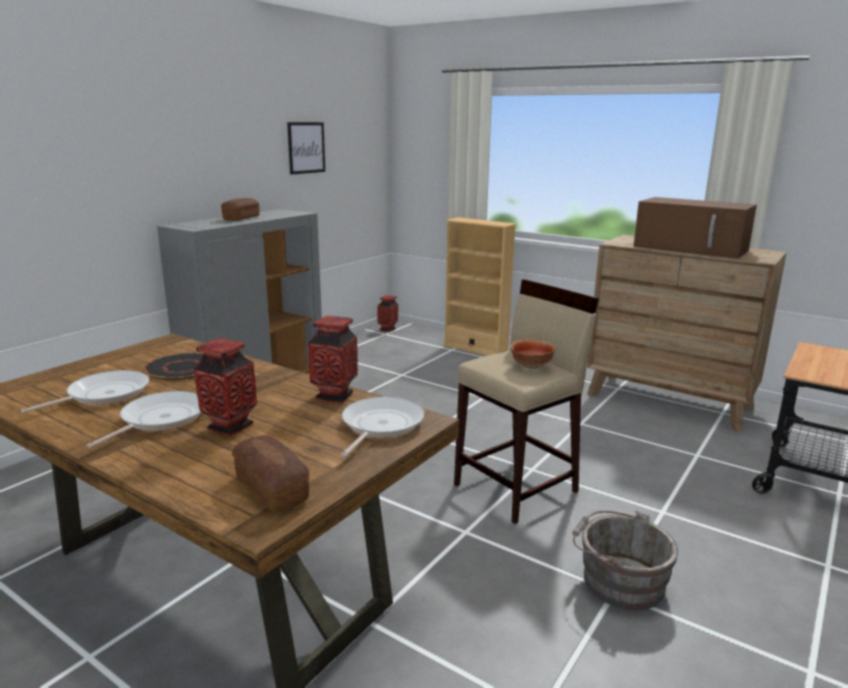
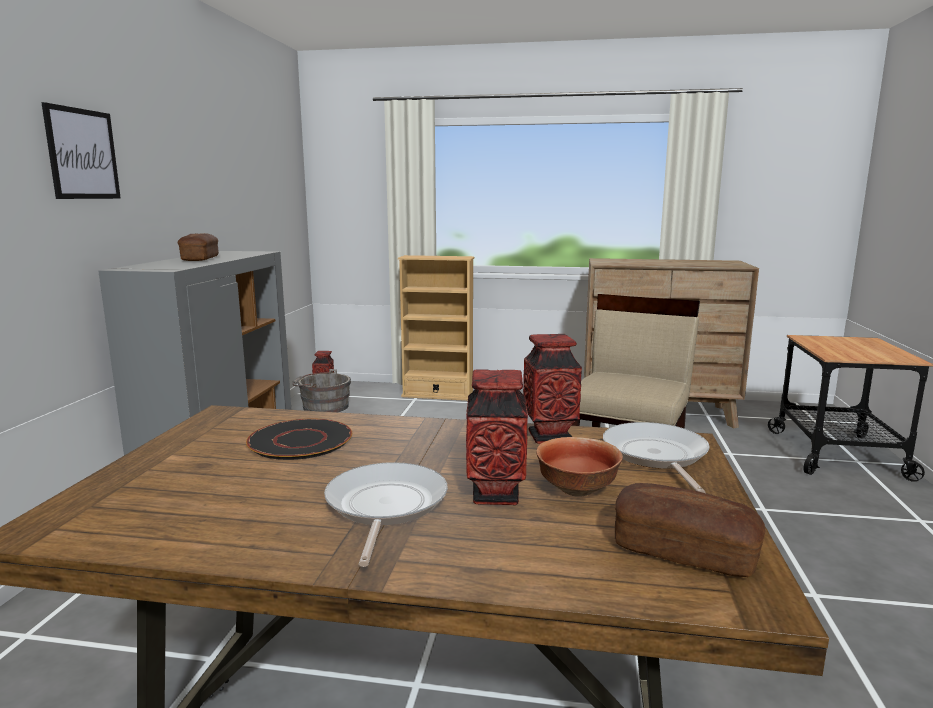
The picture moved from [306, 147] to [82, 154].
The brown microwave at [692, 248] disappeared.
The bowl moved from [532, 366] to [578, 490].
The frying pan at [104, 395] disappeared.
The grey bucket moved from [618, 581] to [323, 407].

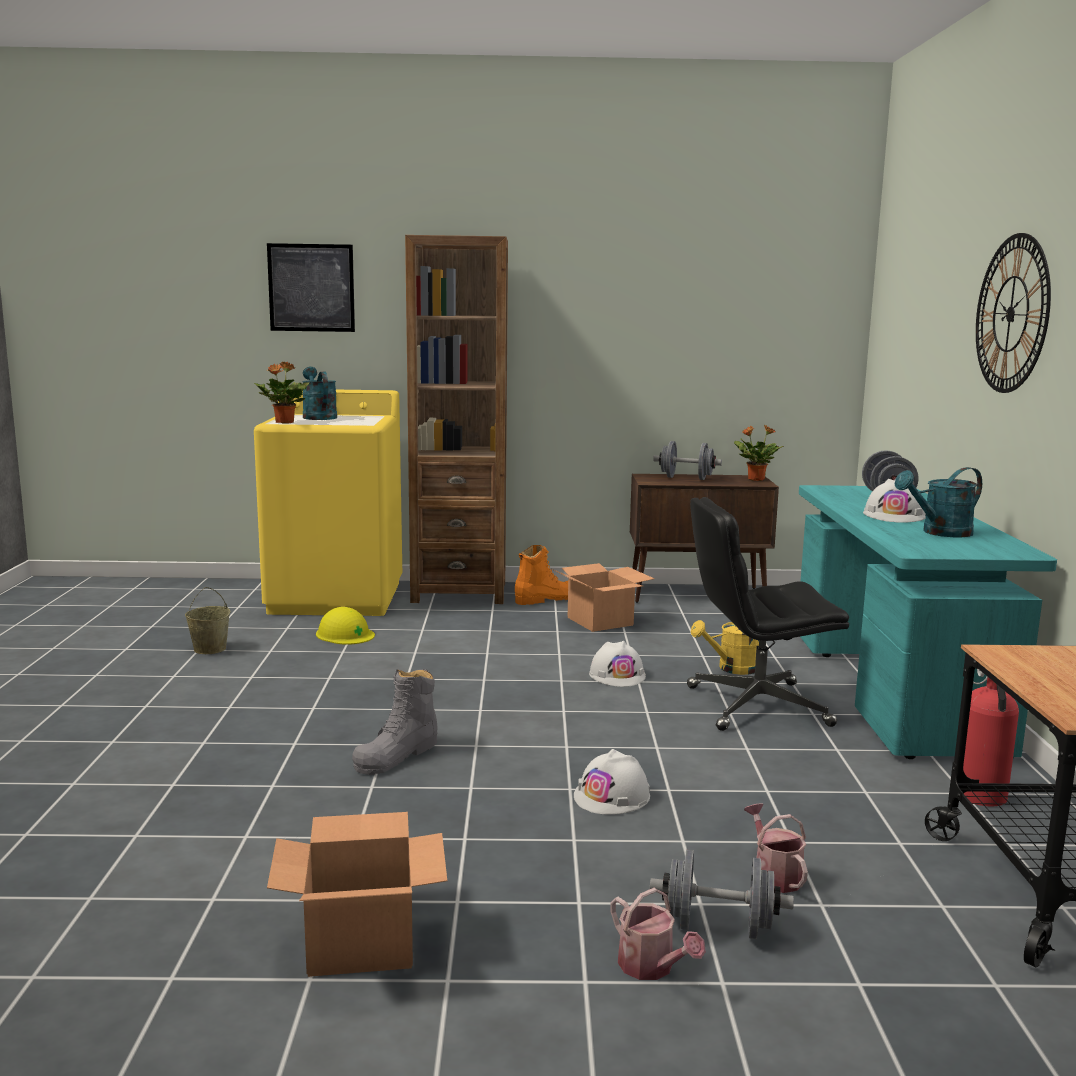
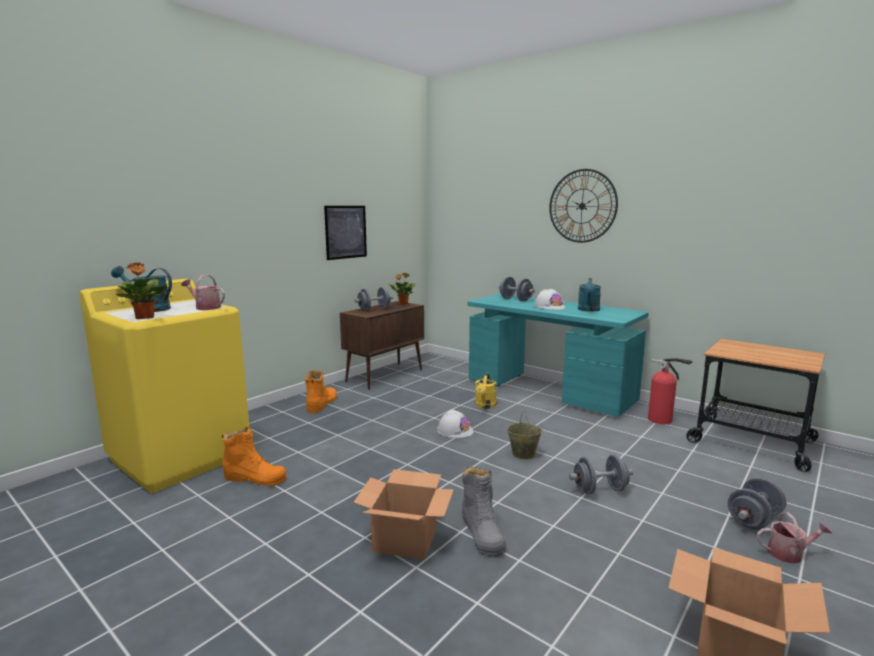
The brown bookcase at [459, 592] disappeared.
The picture moved from [311, 288] to [346, 232].
The black office chair at [756, 706] disappeared.
The cardboard box moved from [599, 621] to [404, 539].
The beige bucket moved from [209, 649] to [523, 454].
The yellow hard hat at [345, 634] was replaced by the orange boot at [255, 478].
The white hard hat at [612, 796] was replaced by the grey dumbbell at [599, 490].
The watering can moved from [774, 875] to [205, 307].

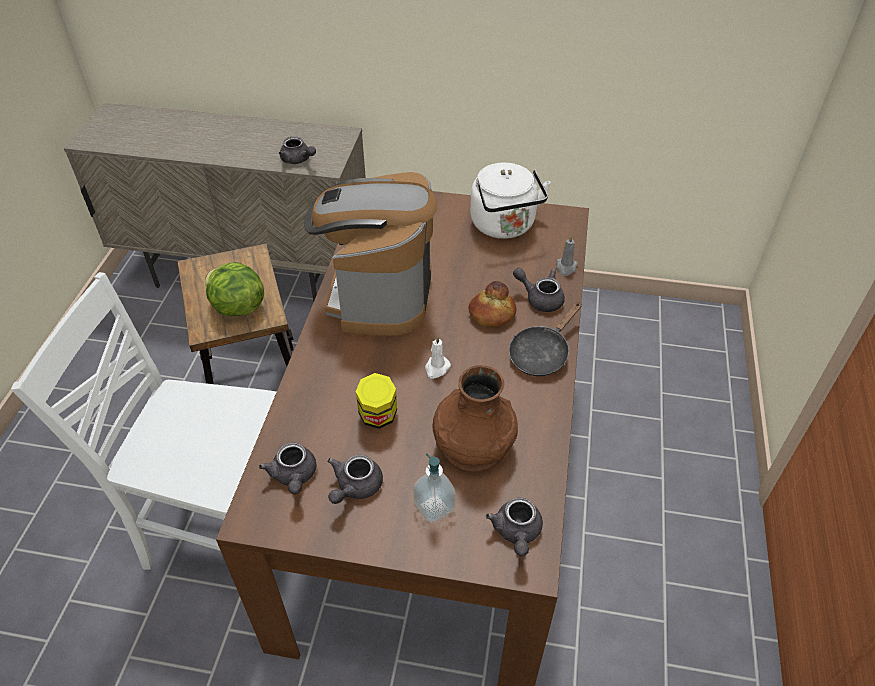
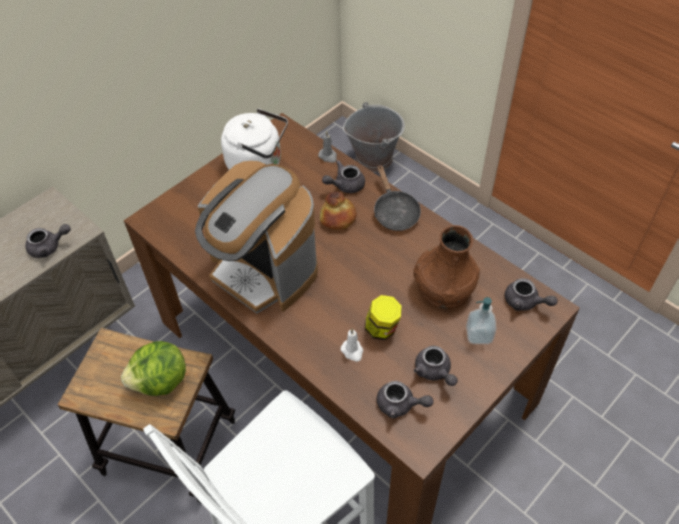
The white candle moved from [436, 368] to [352, 351].
The grey bucket at [374, 158] appeared.

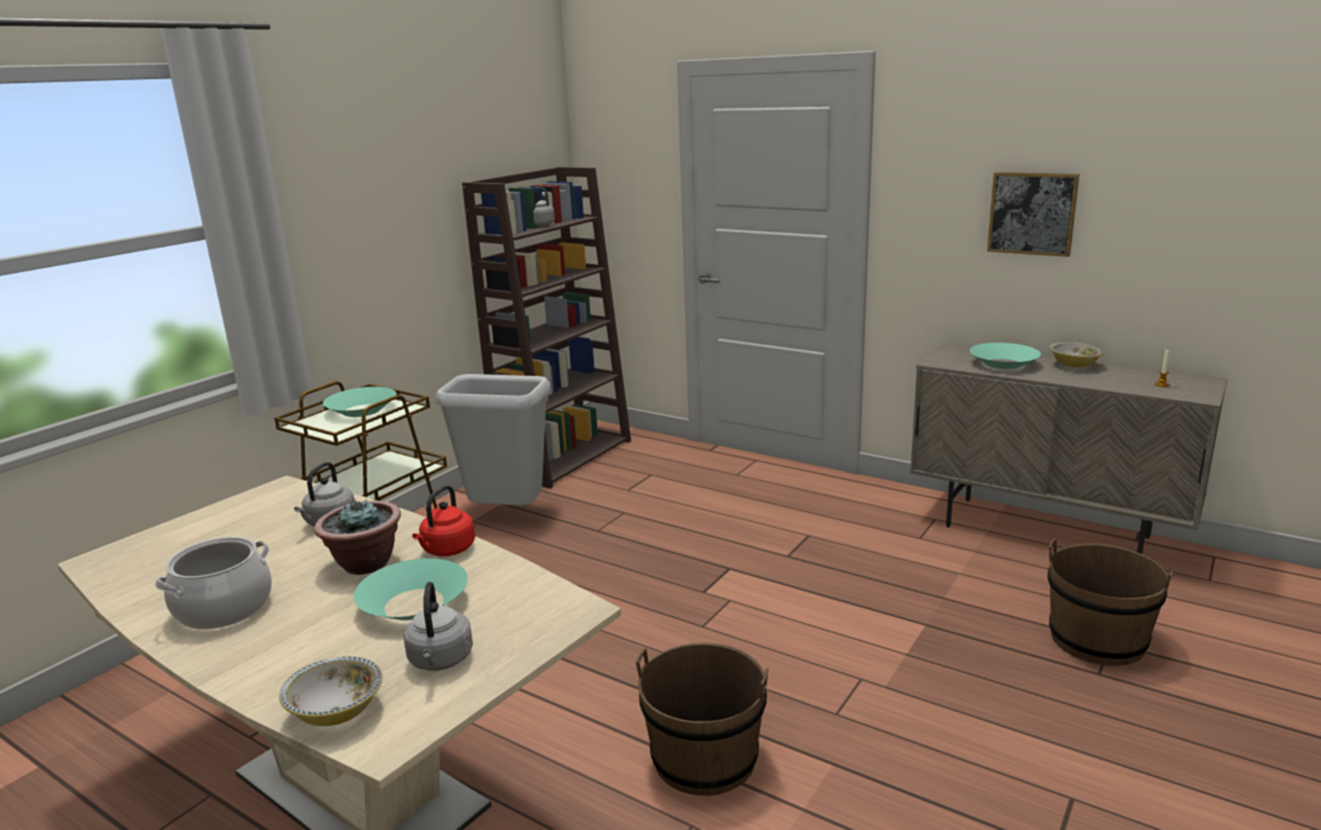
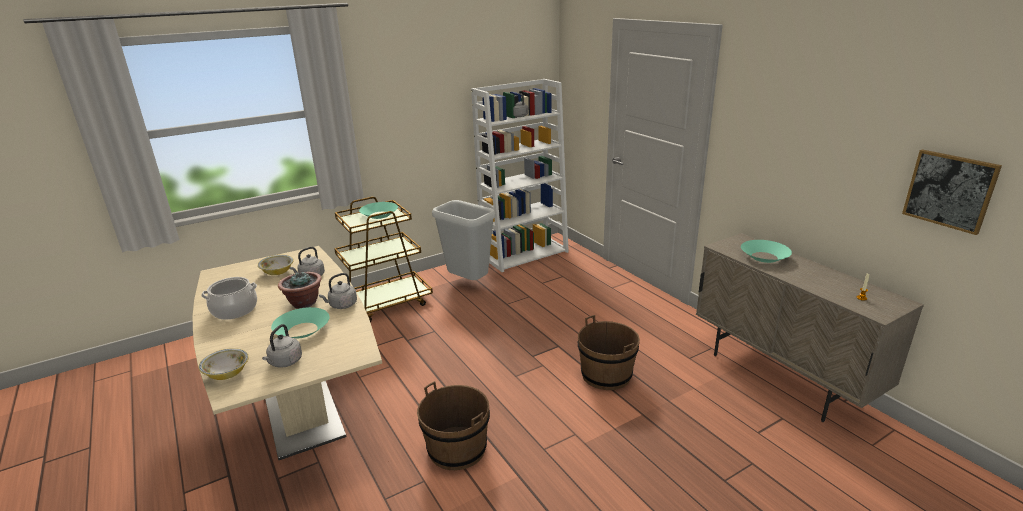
The brown bookcase at [565, 456] became the white bookcase at [525, 254].
The picture moved from [1032, 213] to [949, 190].
The bowl moved from [1074, 365] to [278, 272].
The red kettle at [447, 550] became the grey kettle at [342, 305].
The brown bucket moved from [1097, 640] to [606, 375].

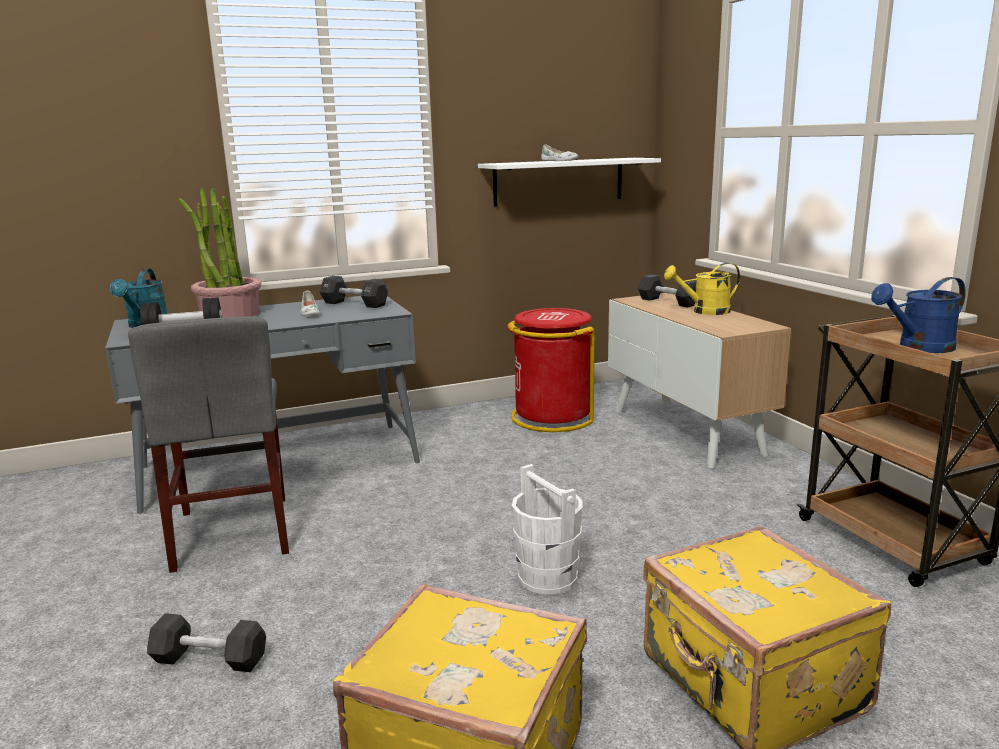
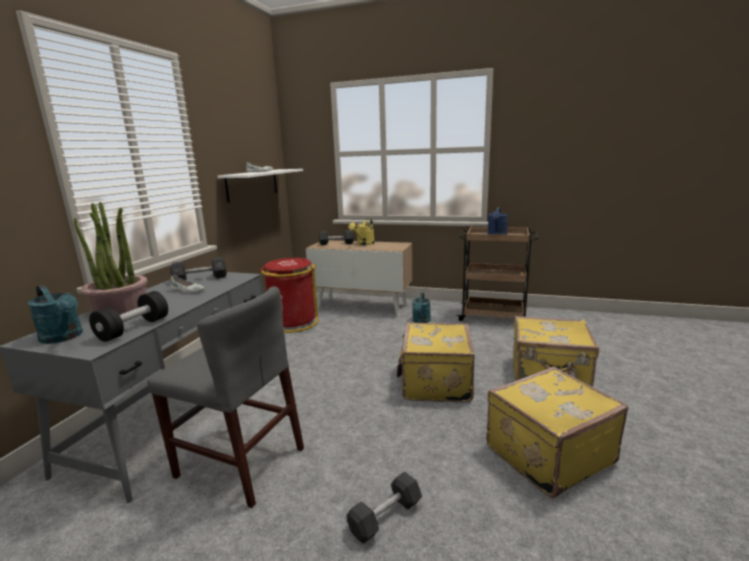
The white bucket at [548, 578] was replaced by the yellow suitcase at [435, 383].
The turquoise watering can at [421, 321] appeared.

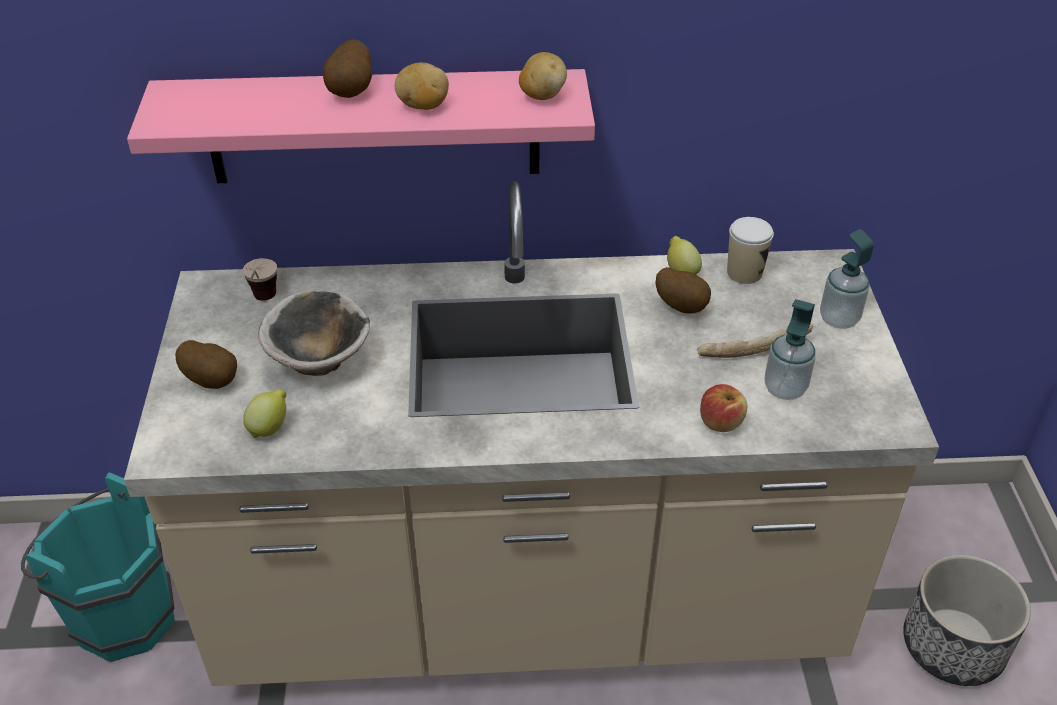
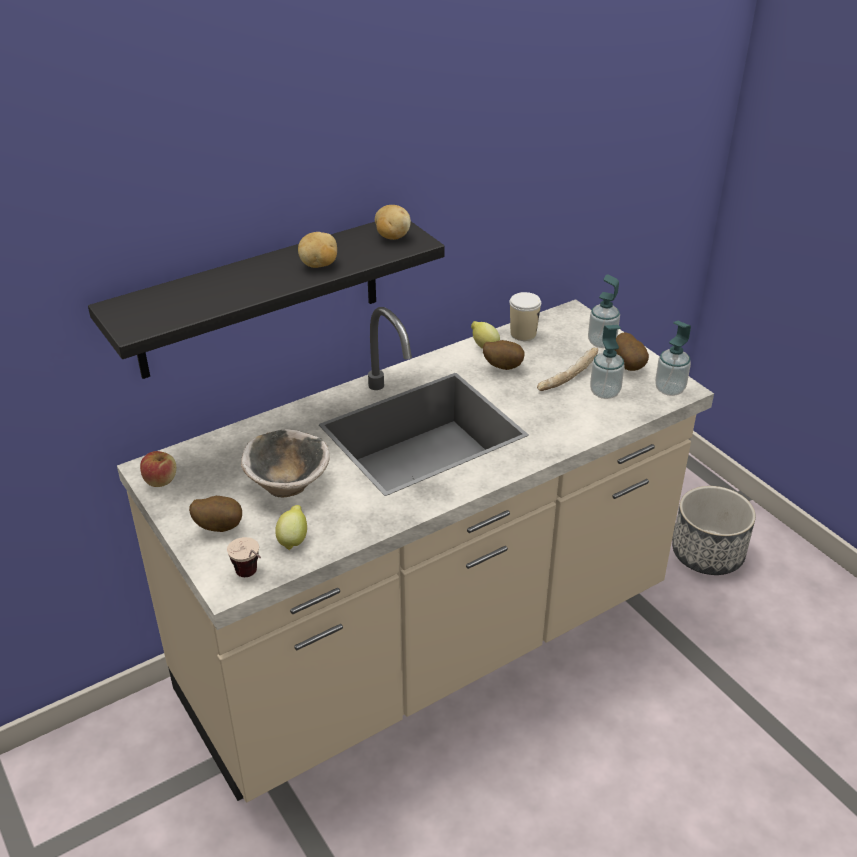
The potato moved from [352, 92] to [629, 366].
The pink shelf at [374, 127] became the black shelf at [259, 297].
The cup moved from [263, 303] to [252, 578].
The apple moved from [721, 422] to [160, 480].
The turquoise bucket at [119, 615] disappeared.
The soap dispenser at [669, 389] appeared.

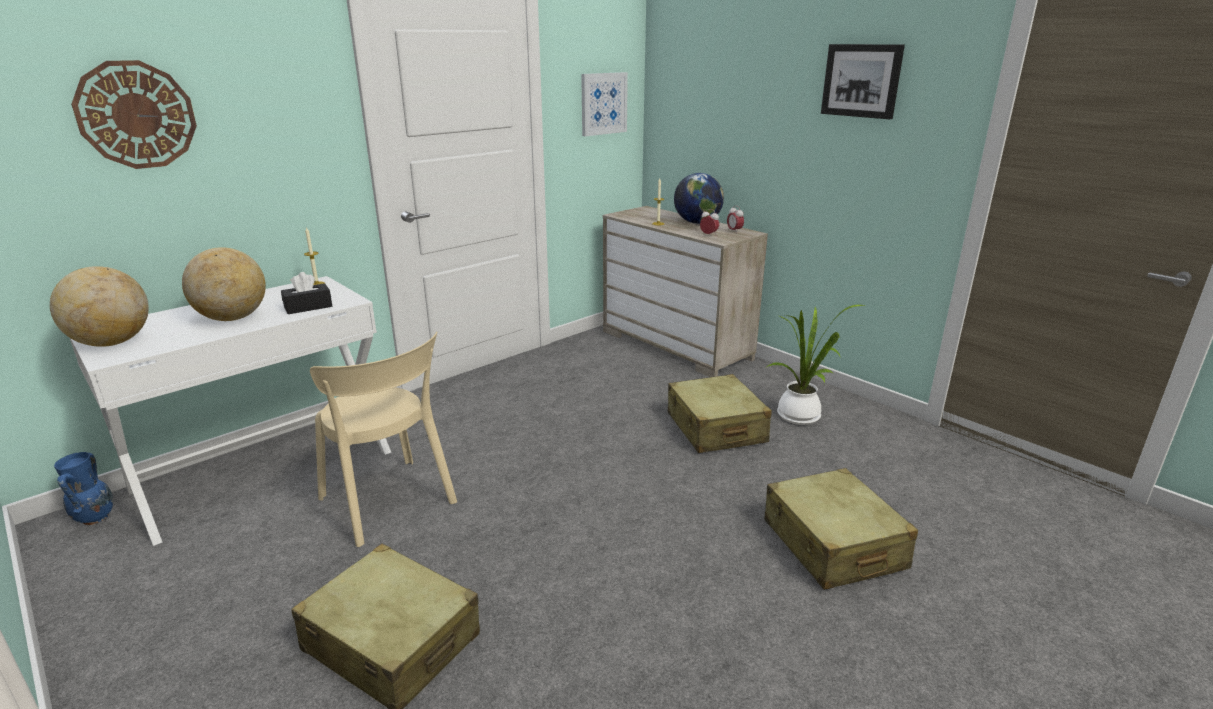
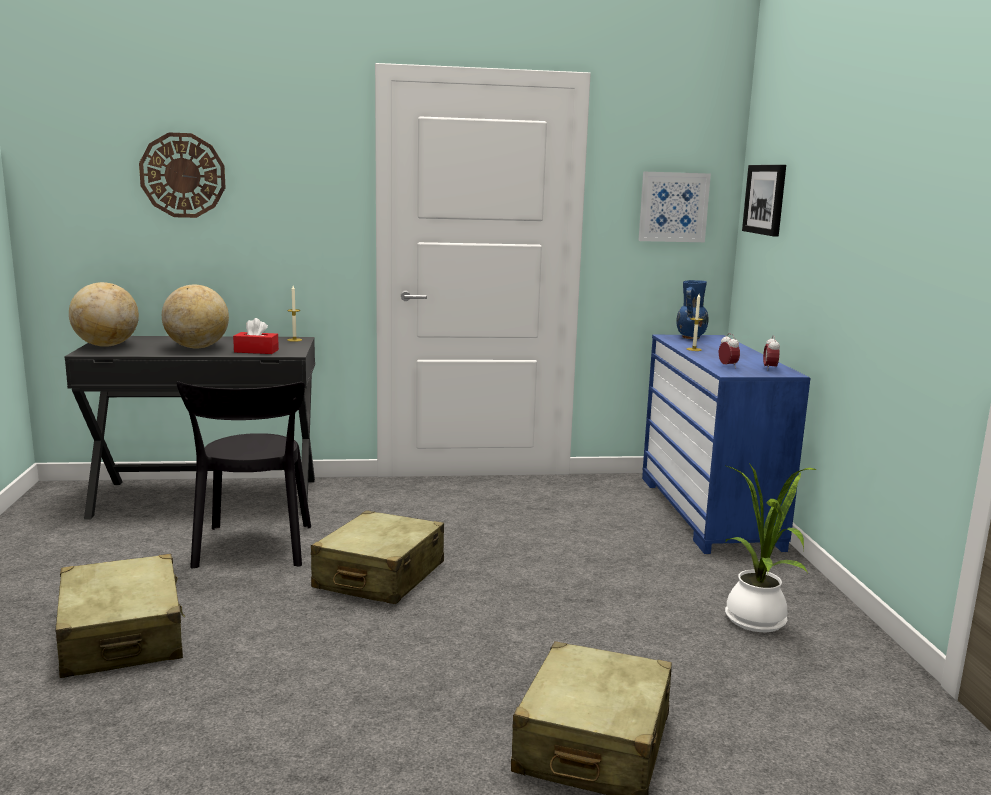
The picture moved from [861, 80] to [765, 199].
The globe at [697, 222] disappeared.
The beige dresser at [676, 345] became the blue dresser at [709, 511].
The black tissue box at [308, 307] became the red tissue box at [256, 351].
The white desk at [265, 469] became the black desk at [208, 497].
The beige chair at [390, 503] became the black chair at [253, 549].
The beige suitcase moved from [715, 428] to [379, 576].
The blue vase moved from [94, 519] to [690, 338].

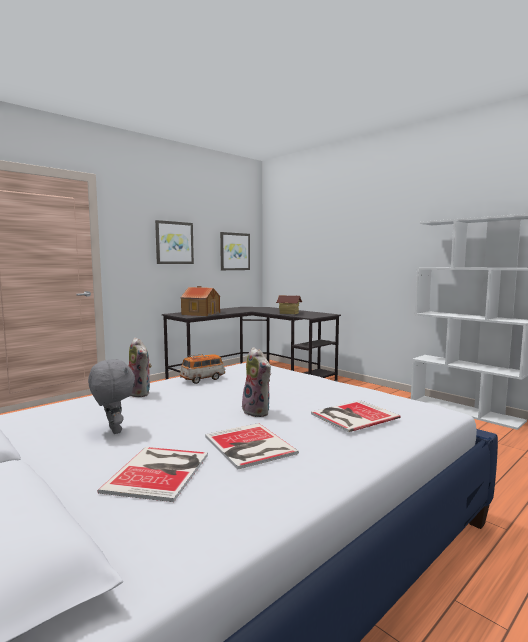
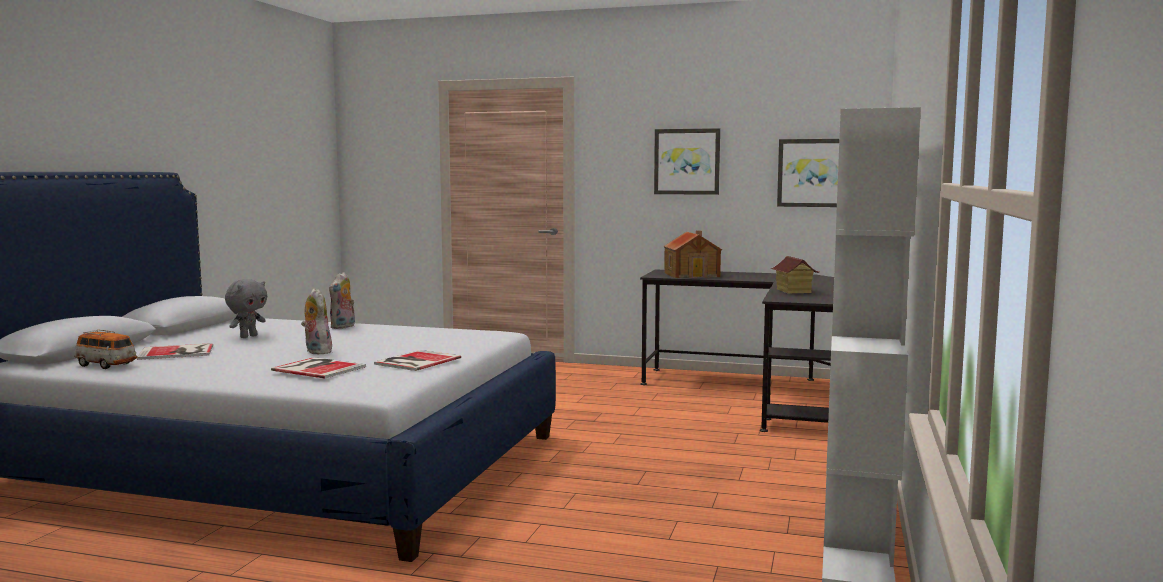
The plush toy at [258, 412] turned 120 degrees clockwise.
The toy car moved from [203, 379] to [106, 365].
The book moved from [249, 446] to [415, 361].

